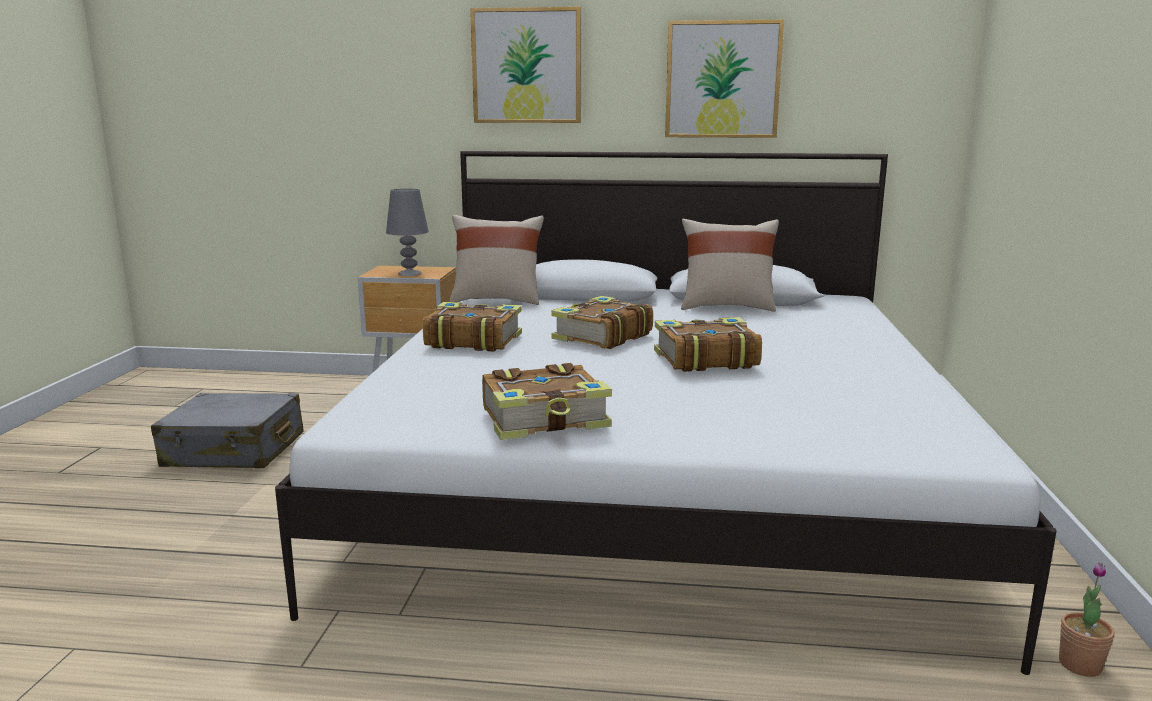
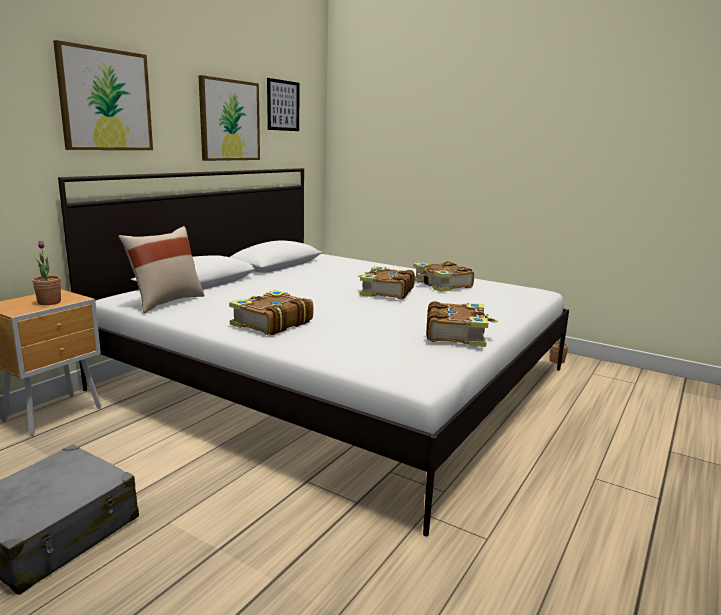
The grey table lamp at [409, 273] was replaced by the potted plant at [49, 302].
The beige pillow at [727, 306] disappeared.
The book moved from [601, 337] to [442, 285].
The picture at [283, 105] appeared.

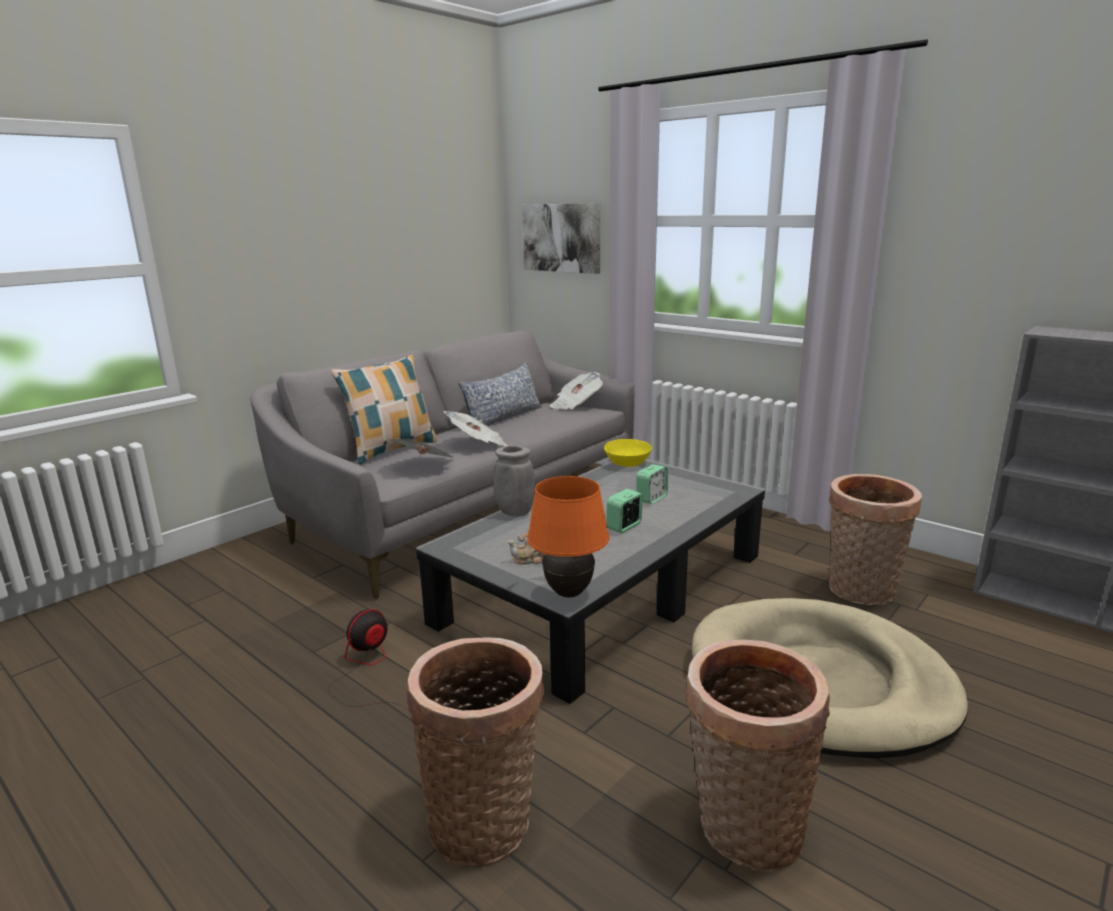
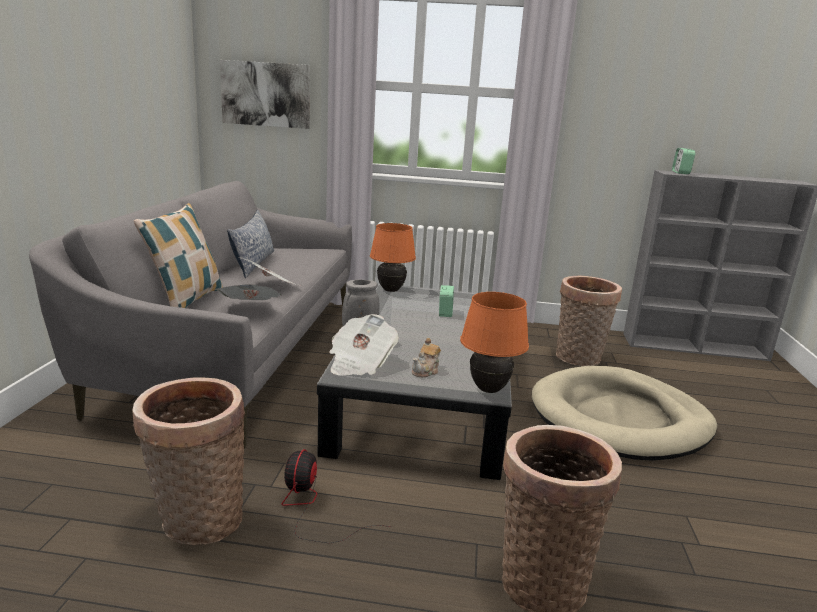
The newspaper moved from [576, 405] to [360, 363].
The yellow bowl at [627, 464] was replaced by the orange table lamp at [391, 290].
The alarm clock moved from [624, 526] to [681, 173].
The basket moved from [744, 827] to [197, 521].

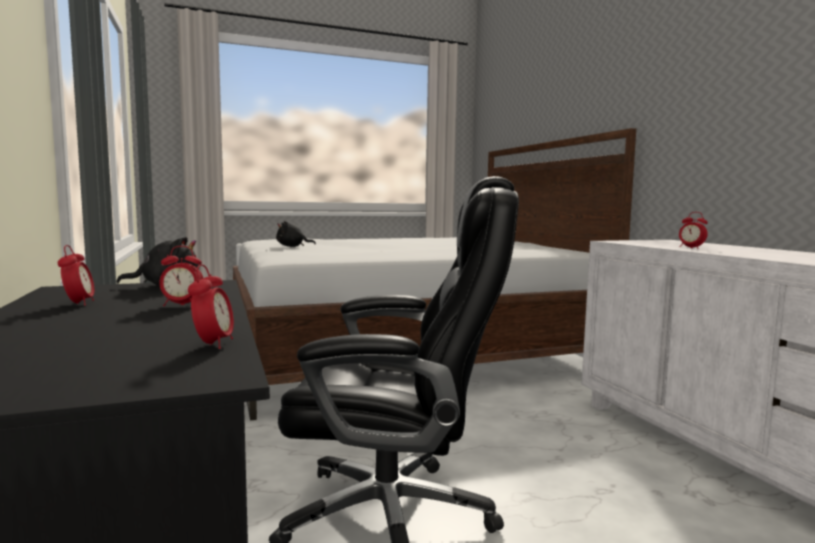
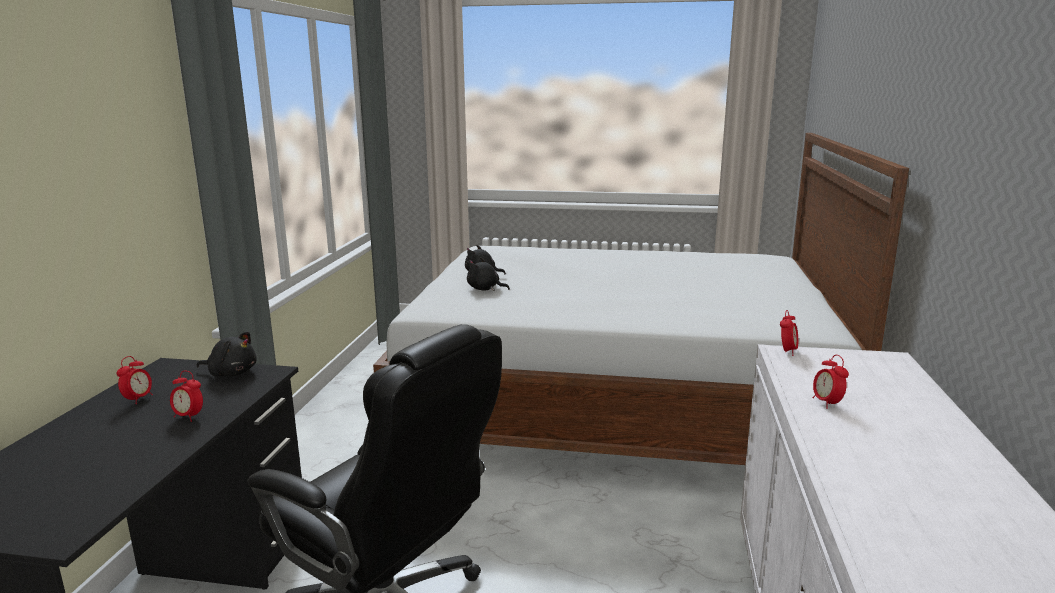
The alarm clock moved from [213, 344] to [787, 352].
The black plush toy at [485, 289] appeared.

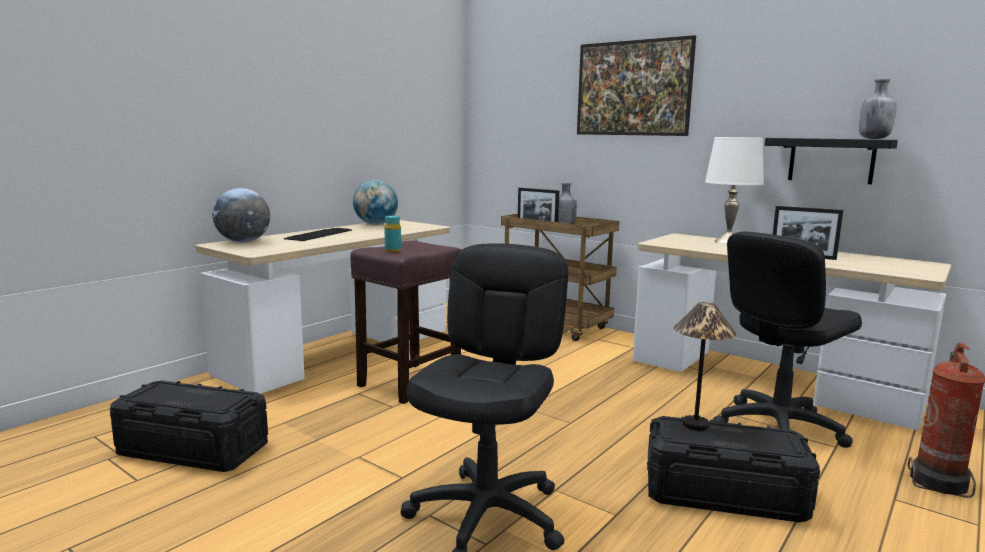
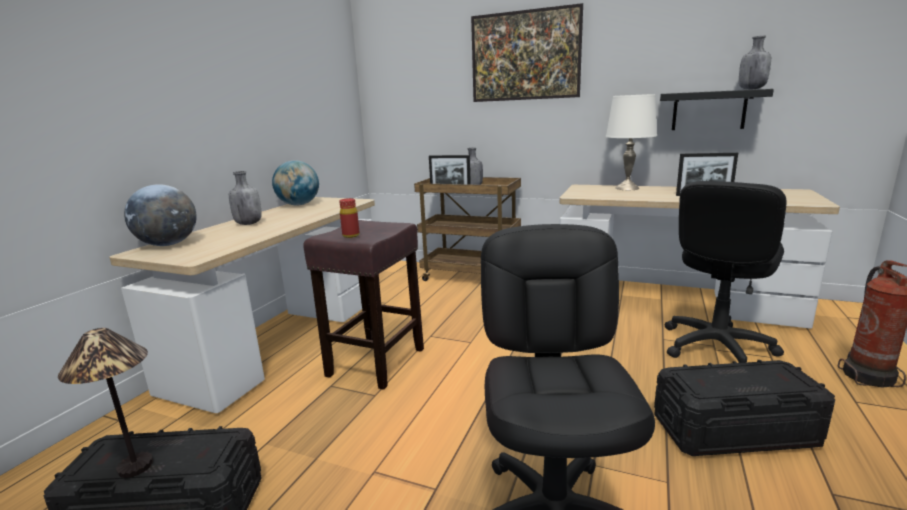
The turquoise bottle at [393, 250] became the red bottle at [351, 235].
The keyboard at [318, 234] was replaced by the grey bottle at [248, 224].
The table lamp moved from [695, 425] to [135, 467].

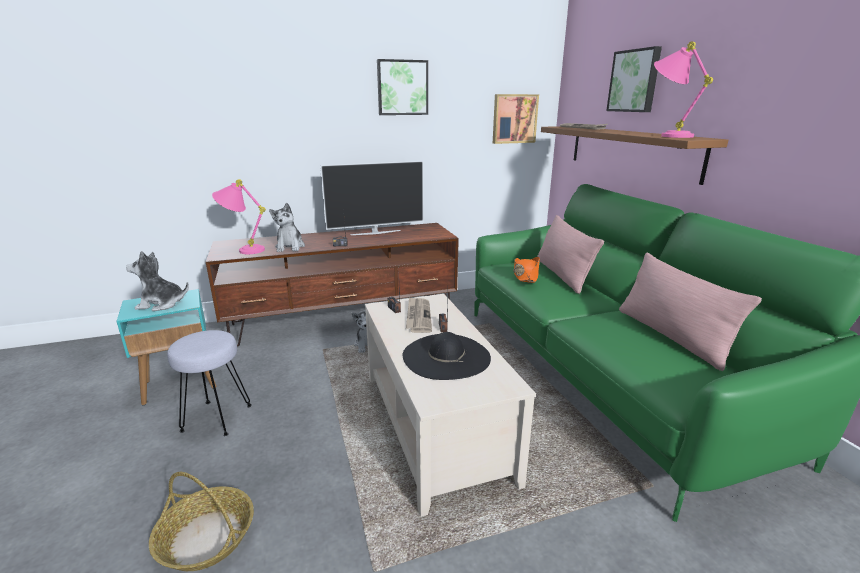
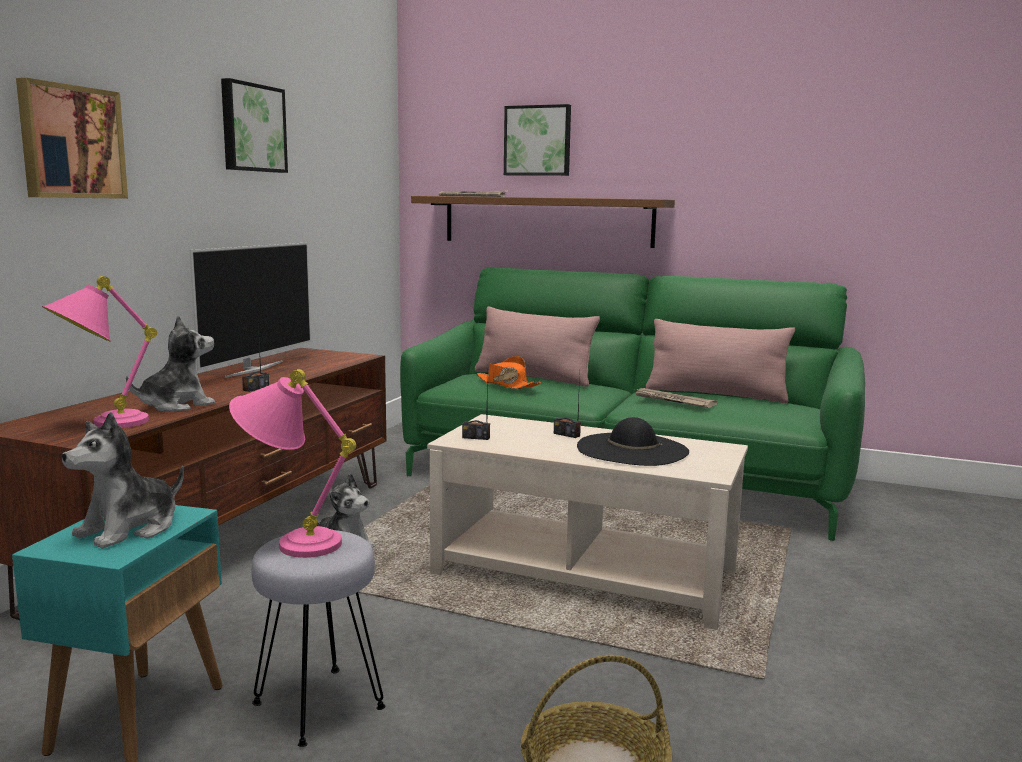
The pink table lamp moved from [667, 136] to [289, 542].
The picture moved from [514, 119] to [70, 142].
The plush toy at [290, 247] turned 75 degrees counterclockwise.
The newspaper moved from [418, 316] to [673, 400].

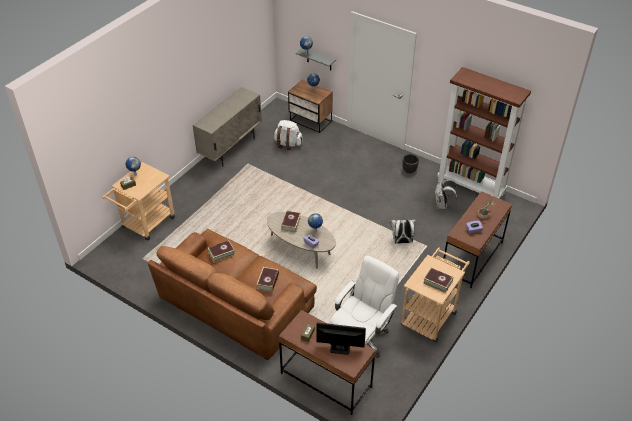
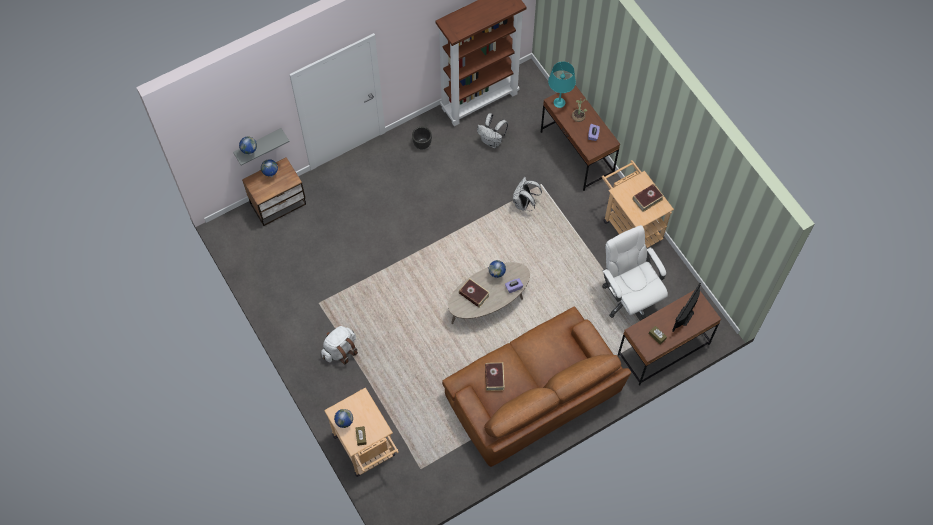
The beige cabinet at [231, 148] disappeared.
The white backpack moved from [287, 144] to [340, 350].
The book at [268, 281] disappeared.
The turquoise table lamp at [559, 102] appeared.

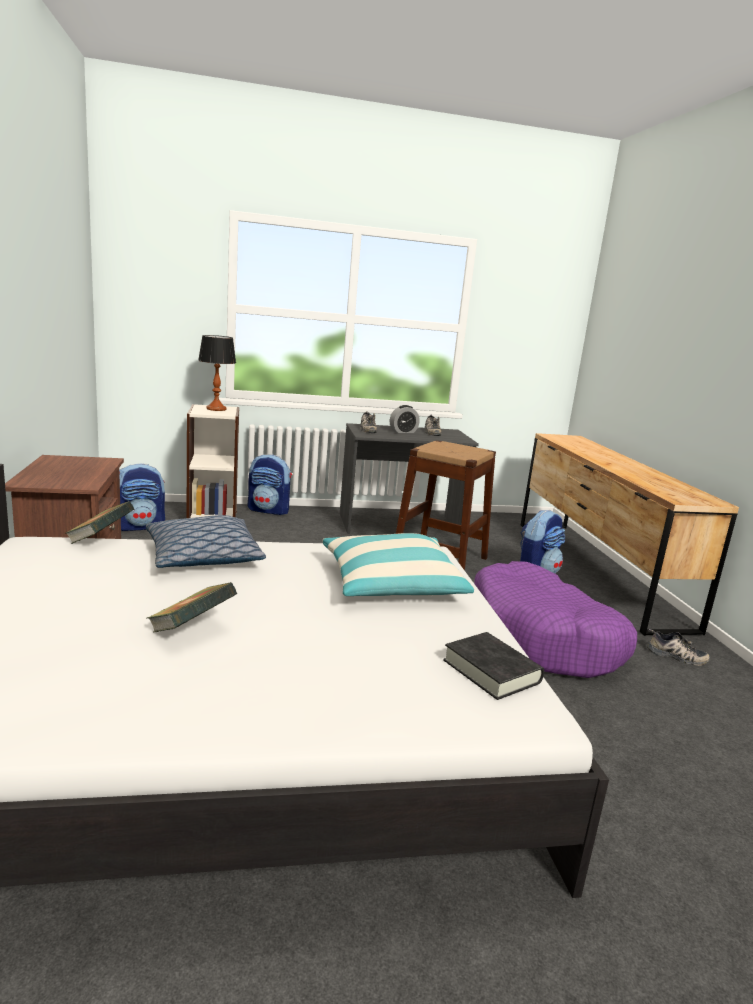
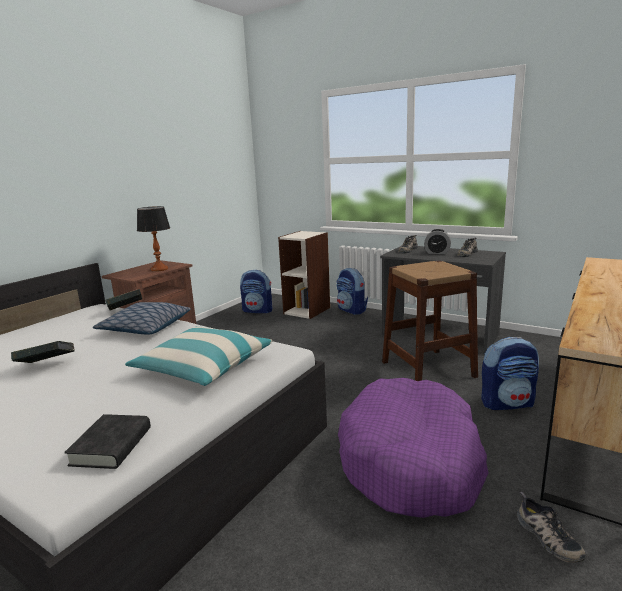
The table lamp moved from [216, 409] to [159, 269].

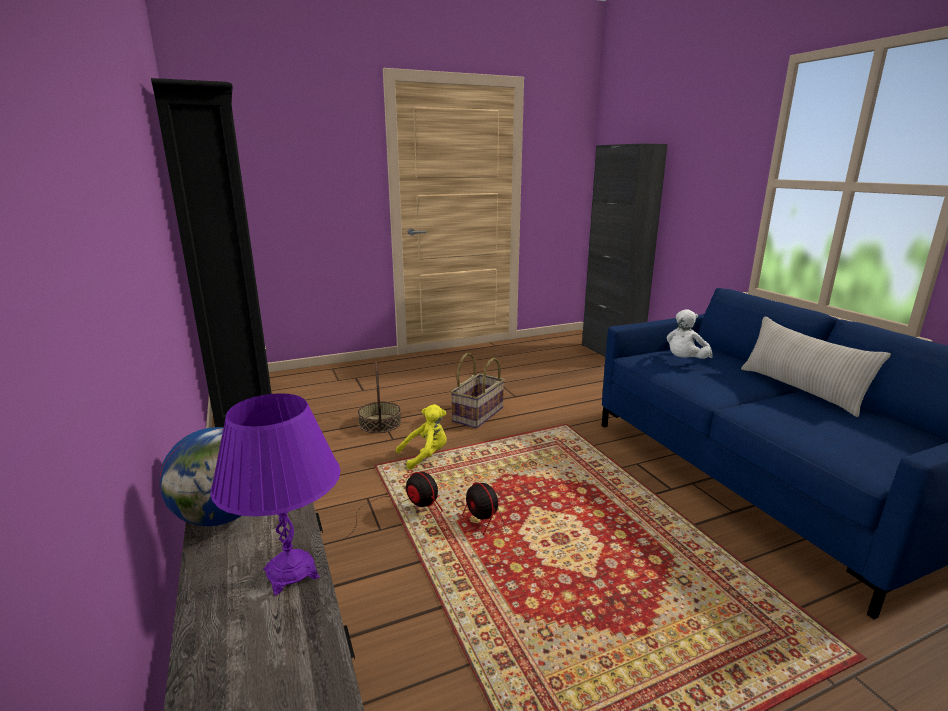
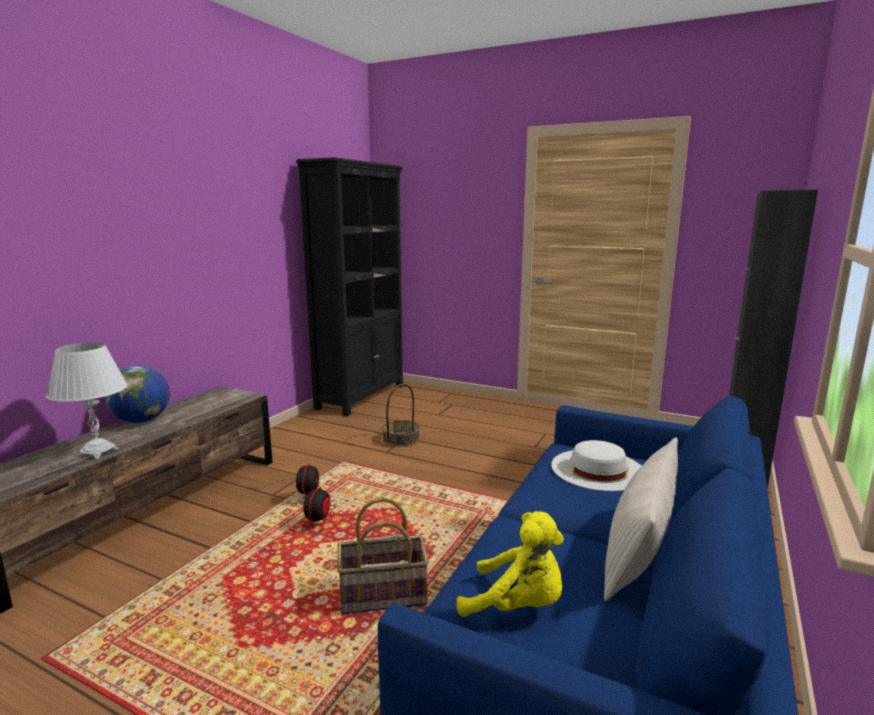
The white plush toy at [685, 361] was replaced by the white hat at [598, 469].
The basket moved from [478, 415] to [383, 597].
The purple table lamp at [291, 573] became the white table lamp at [98, 452].
The yellow plush toy moved from [426, 456] to [517, 606].

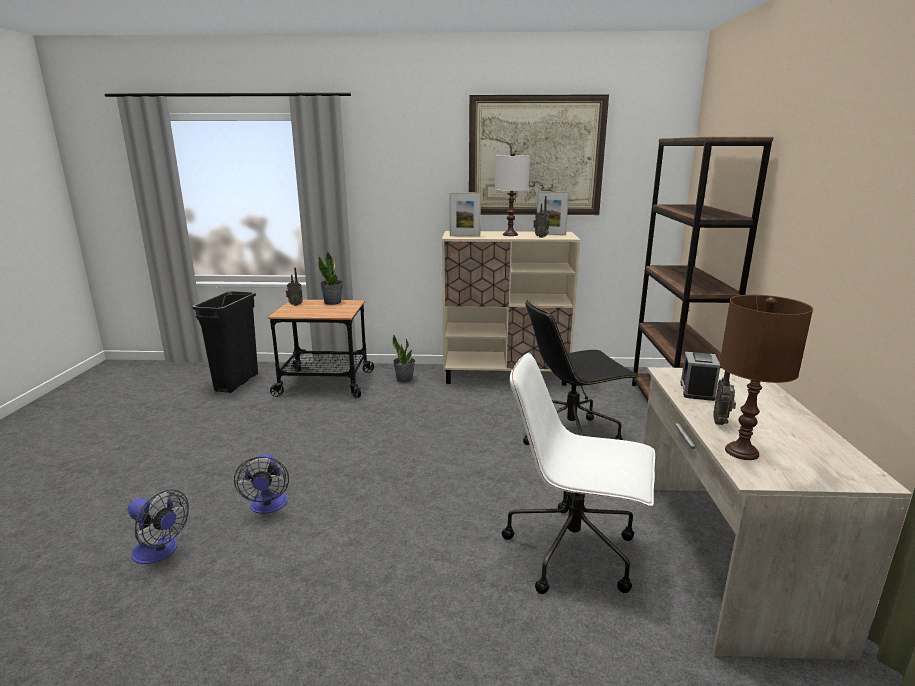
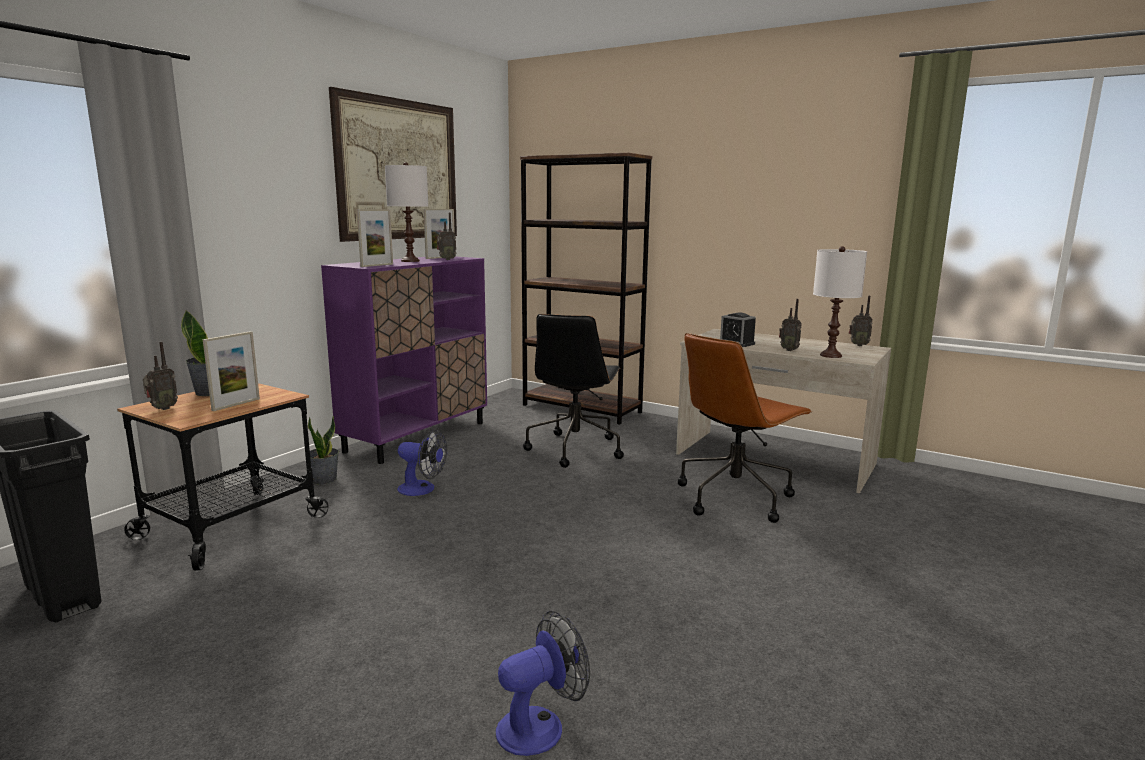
The beige cabinet at [505, 376] became the purple cabinet at [417, 436].
The brown table lamp at [742, 451] became the white table lamp at [830, 355].
The white office chair at [574, 551] became the brown office chair at [735, 497].
The fan moved from [268, 506] to [422, 489].
The radio at [858, 345] appeared.
The picture frame at [236, 404] appeared.

